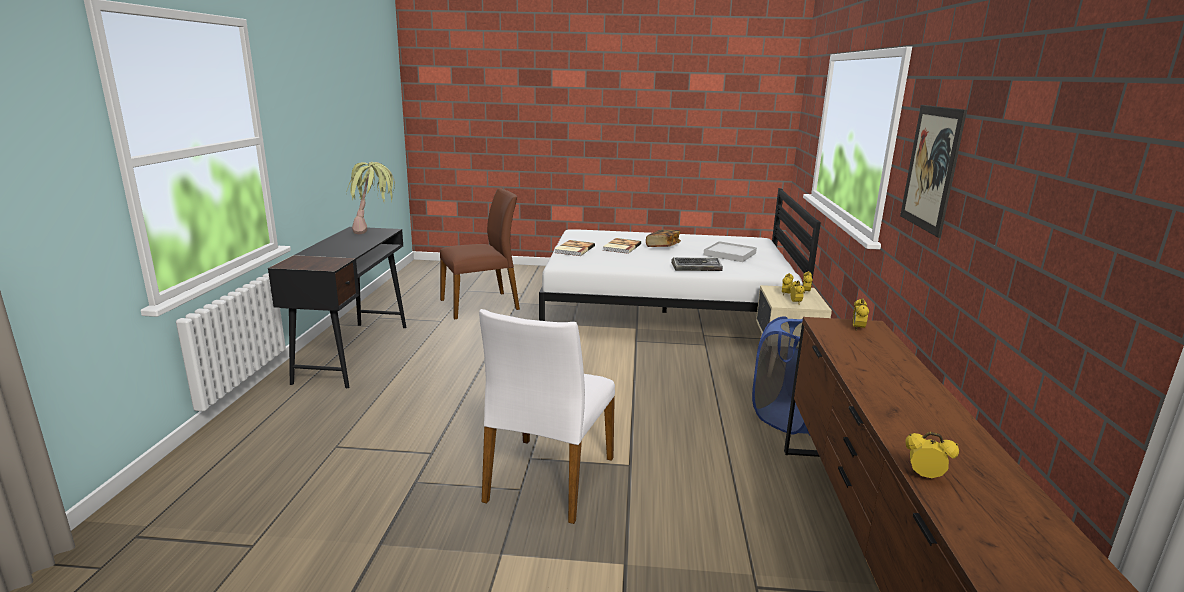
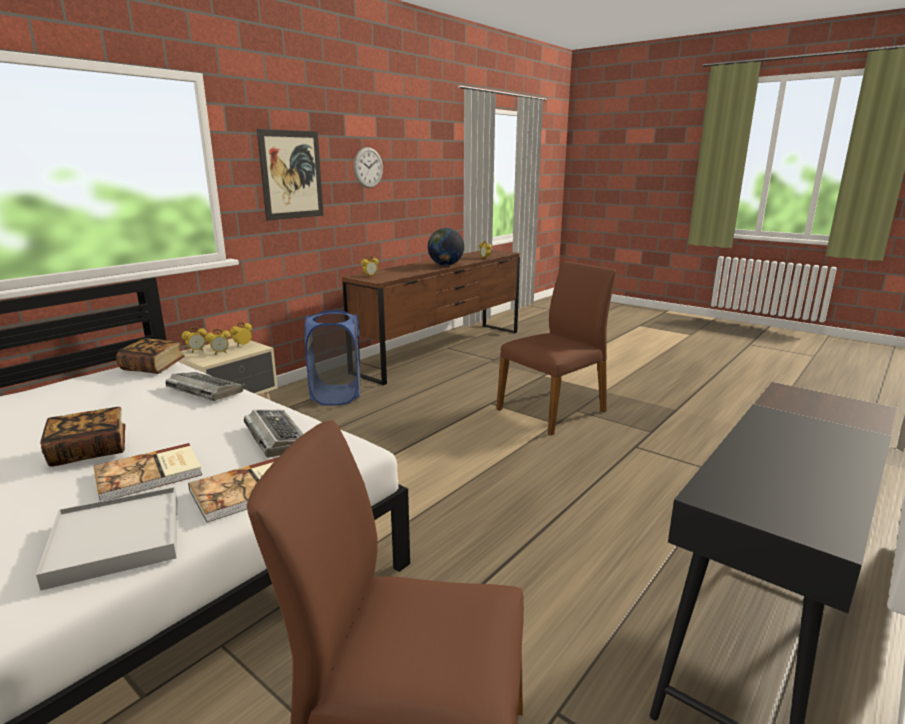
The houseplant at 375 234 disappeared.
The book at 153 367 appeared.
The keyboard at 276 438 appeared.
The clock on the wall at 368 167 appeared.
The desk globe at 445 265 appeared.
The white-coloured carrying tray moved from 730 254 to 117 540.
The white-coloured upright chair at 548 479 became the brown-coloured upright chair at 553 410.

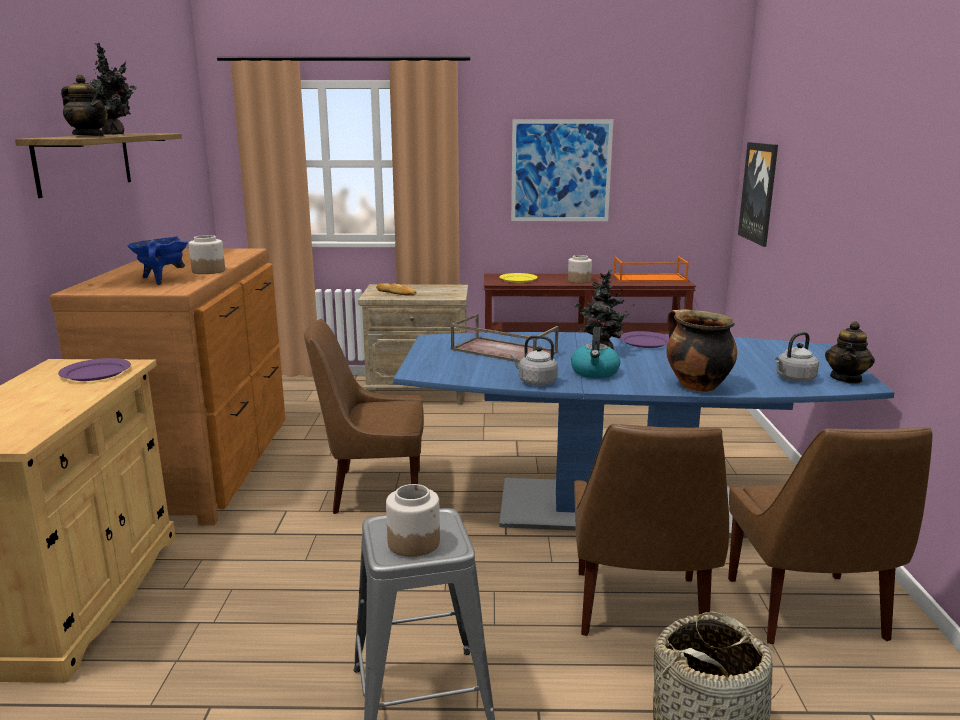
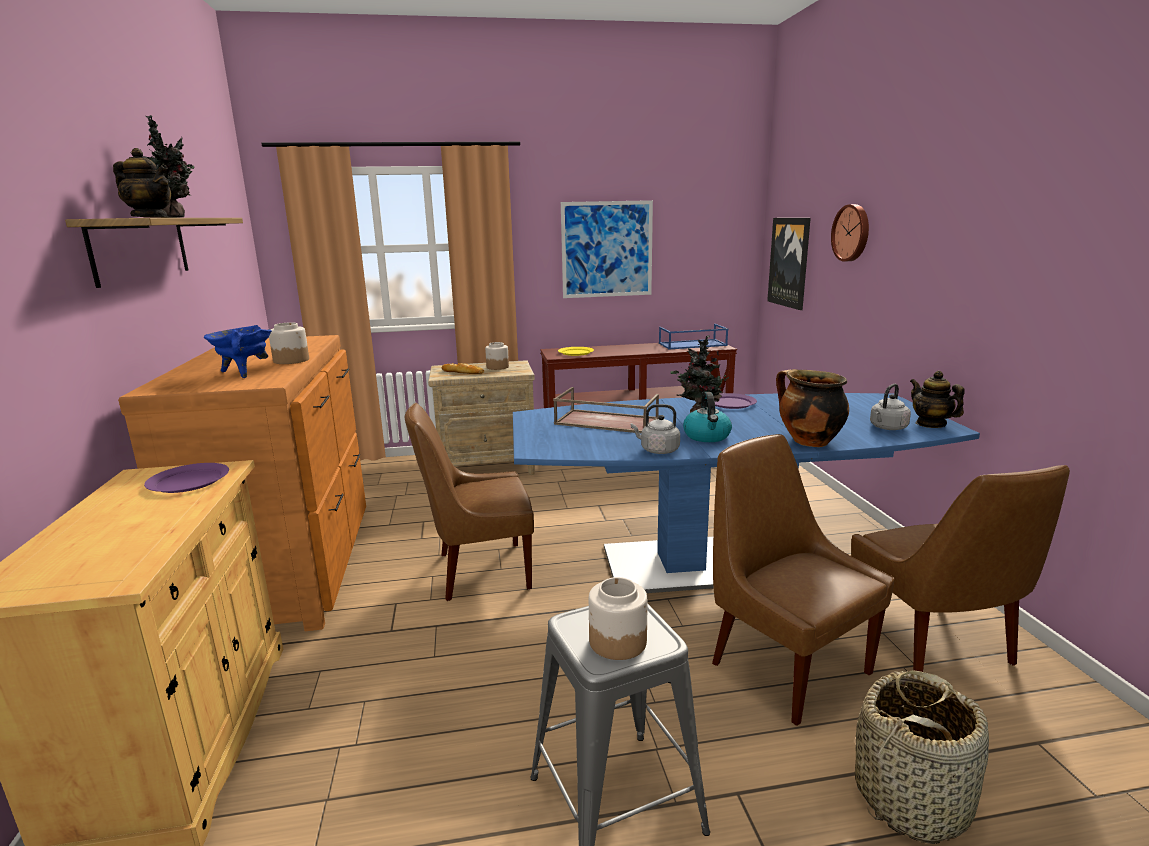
The clock on the wall at 852 233 appeared.
The preserve jar moved from 579 281 to 497 367.
The orangey carrying tray at 648 278 became the blue-coloured carrying tray at 692 344.
The brown-coloured upright chair at 639 609 turned 150 degrees clockwise.
The teapot at 846 379 turned 135 degrees clockwise.

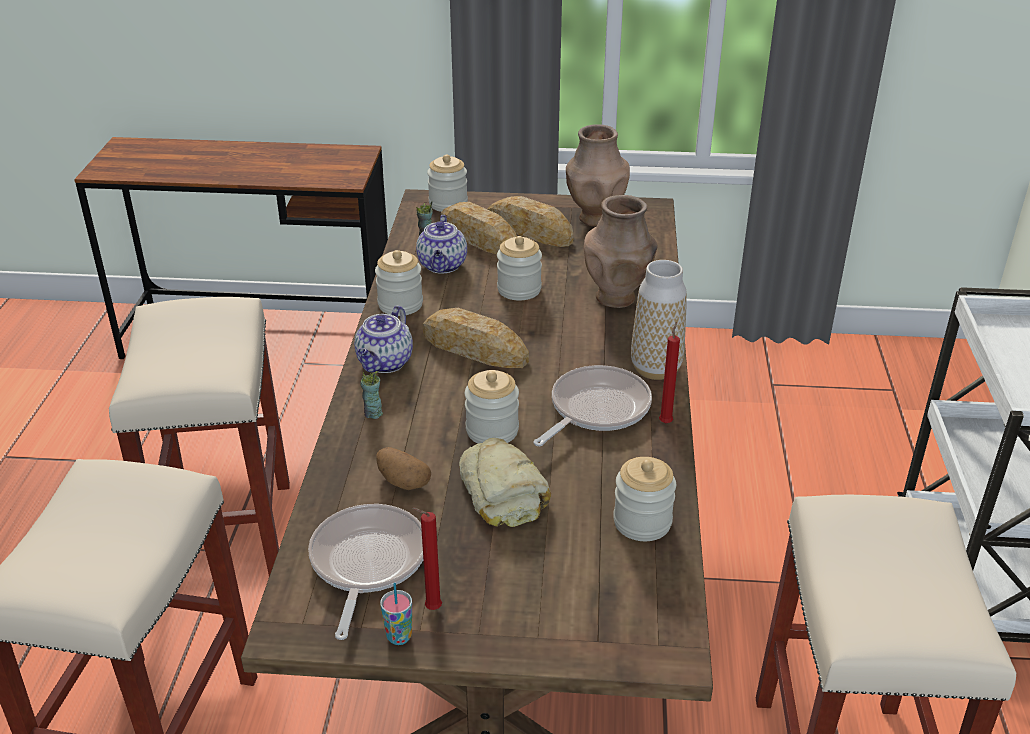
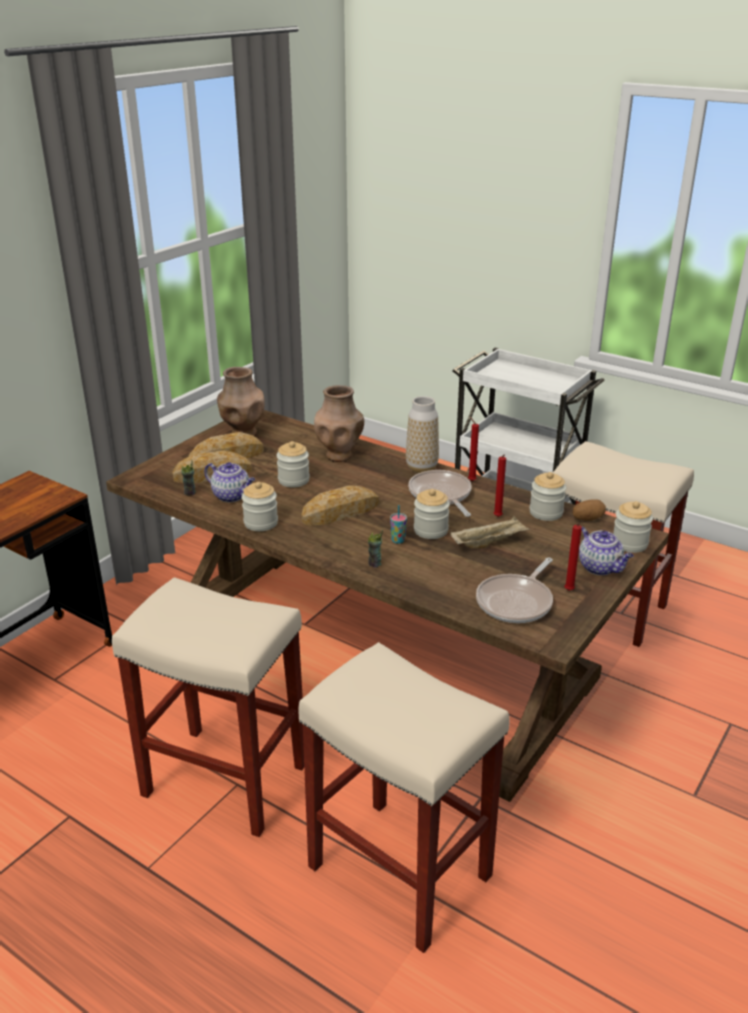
The red-coloured candle at 497 517 appeared.
The teapot moved from 385 363 to 600 567.
The potato moved from 402 481 to 587 519.
The drinking cup moved from 399 637 to 398 540.
The preserve jar moved from 448 204 to 629 543.
The bread at 503 492 was replaced by the beige carrying tray at 489 543.
The pan at 366 563 turned 90 degrees counterclockwise.

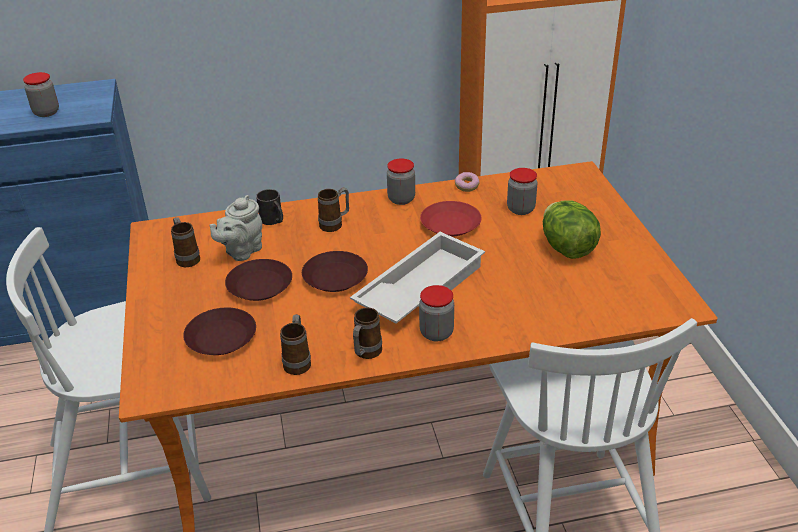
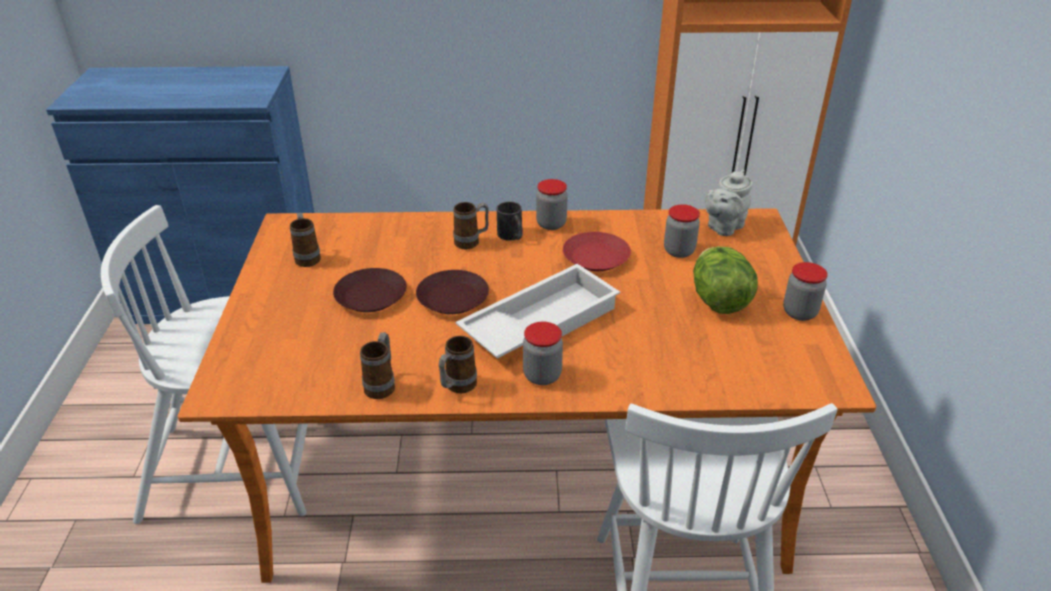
The brown-coloured plate at 222 337 disappeared.
The donut at 466 186 disappeared.
The preserve jar moved from 46 112 to 799 312.
The grey teapot moved from 241 251 to 723 227.
The black tea mug moved from 273 220 to 512 236.

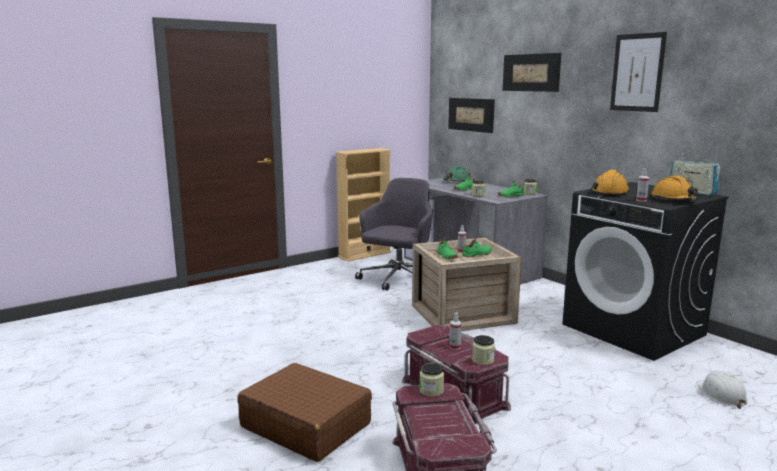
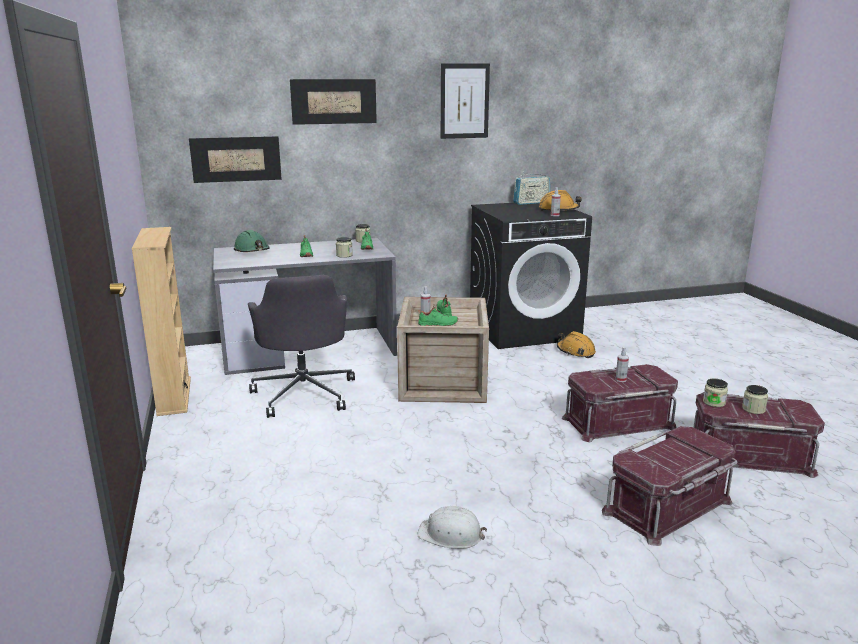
The preserve jar moved from 483 360 to 753 409.
The orangey work helmet moved from 610 192 to 575 352.
The white-coloured work helmet moved from 721 394 to 451 534.
The brown-coloured travel case at 305 425 was replaced by the red-coloured storage box at 668 507.
The grey office chair at 398 279 turned 150 degrees counterclockwise.

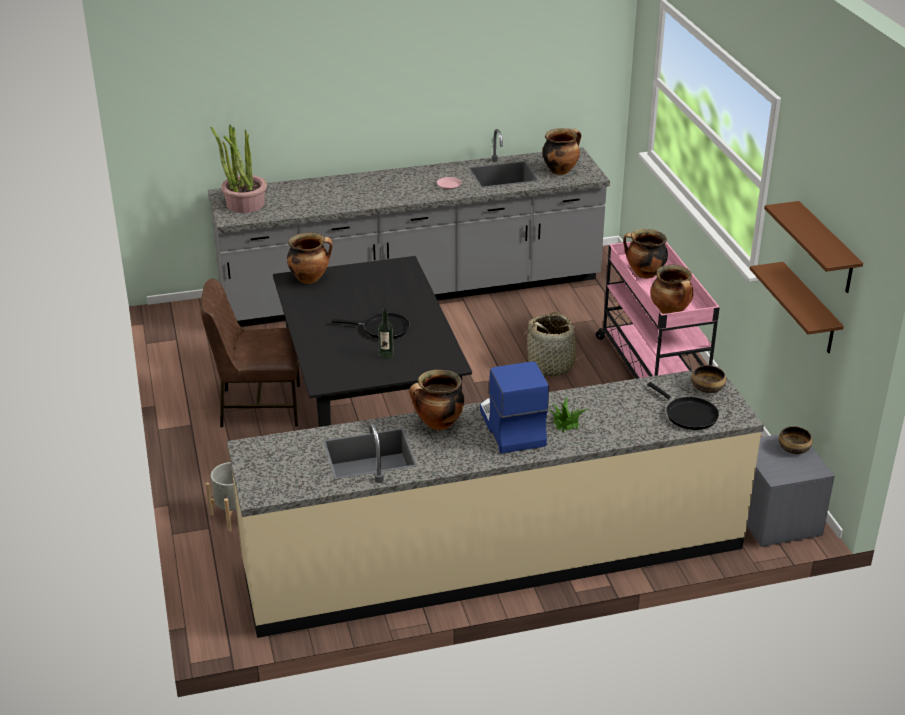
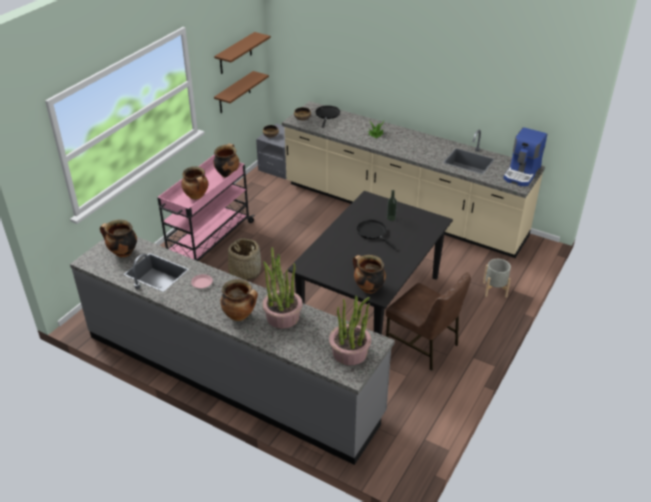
The houseplant at 282 316 appeared.
The stockpot moved from 438 424 to 240 315.
The coffee maker moved from 510 427 to 522 173.

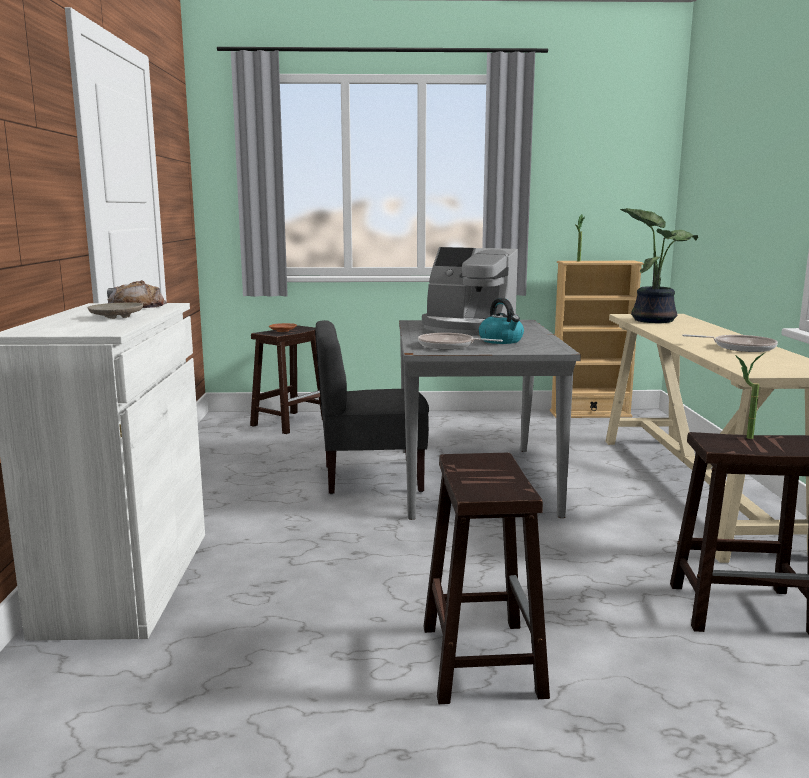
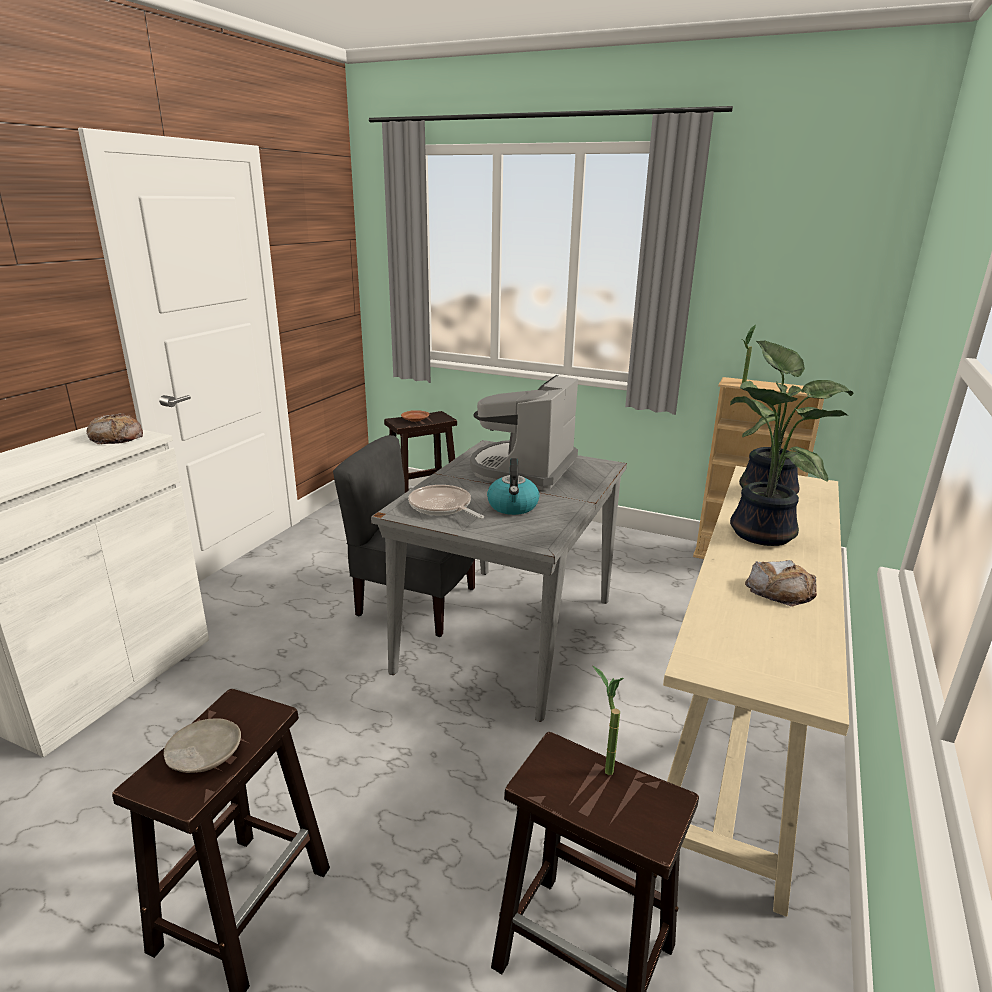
The houseplant at 757 533 appeared.
The beige plate moved from 116 317 to 204 755.
The pan at 740 348 was replaced by the bread at 780 590.
The coffee maker at 467 327 turned 60 degrees clockwise.

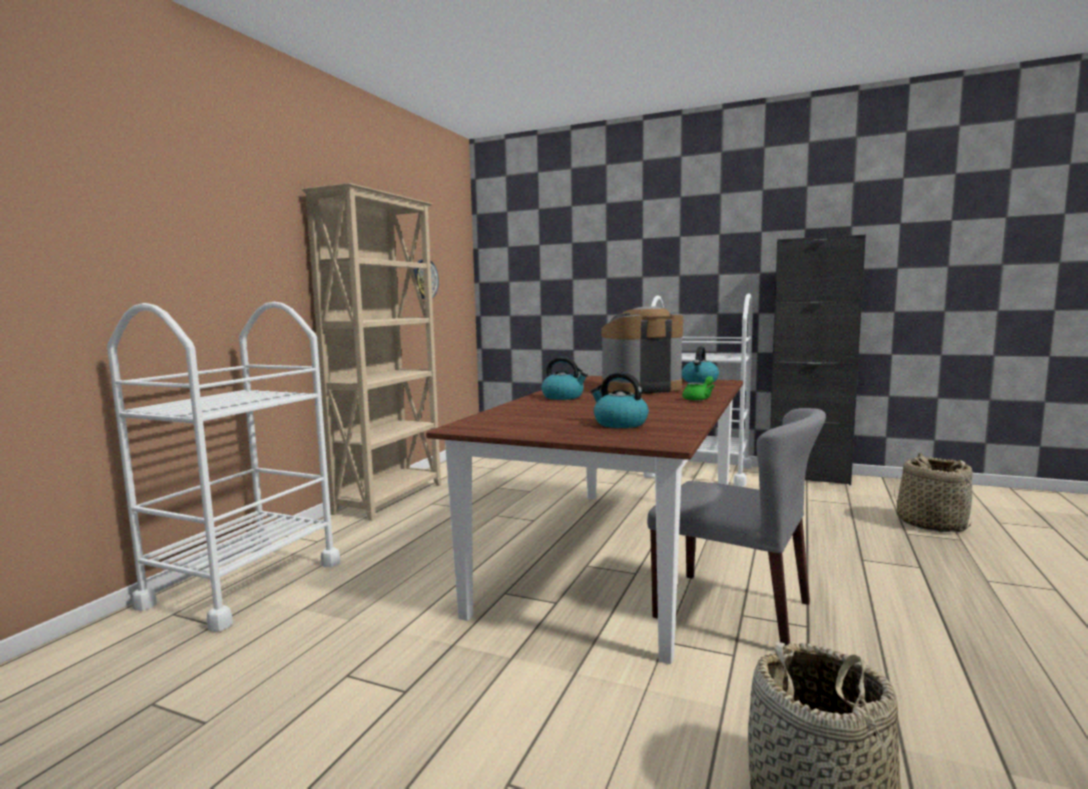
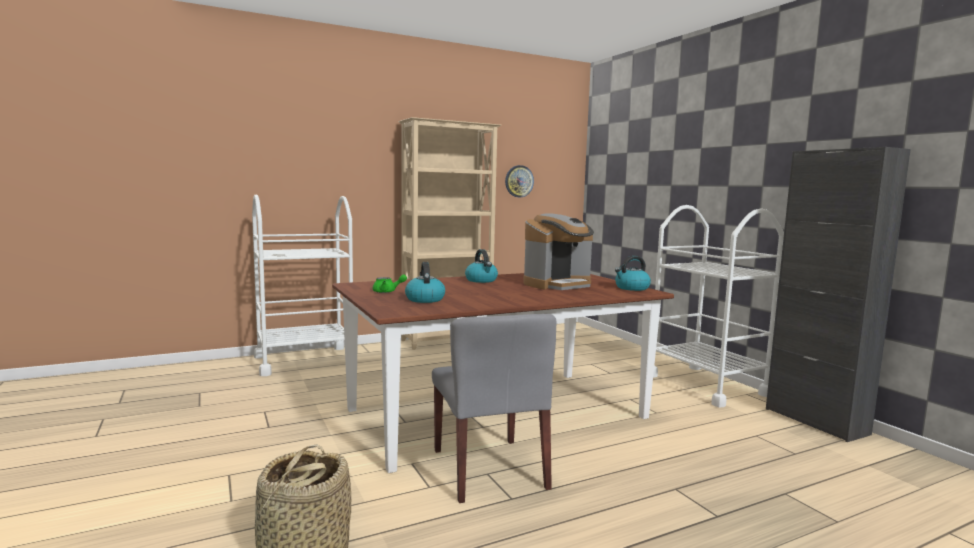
The basket at 930 523 disappeared.
The green teapot moved from 699 398 to 387 292.
The coffee maker at 641 388 turned 120 degrees clockwise.

